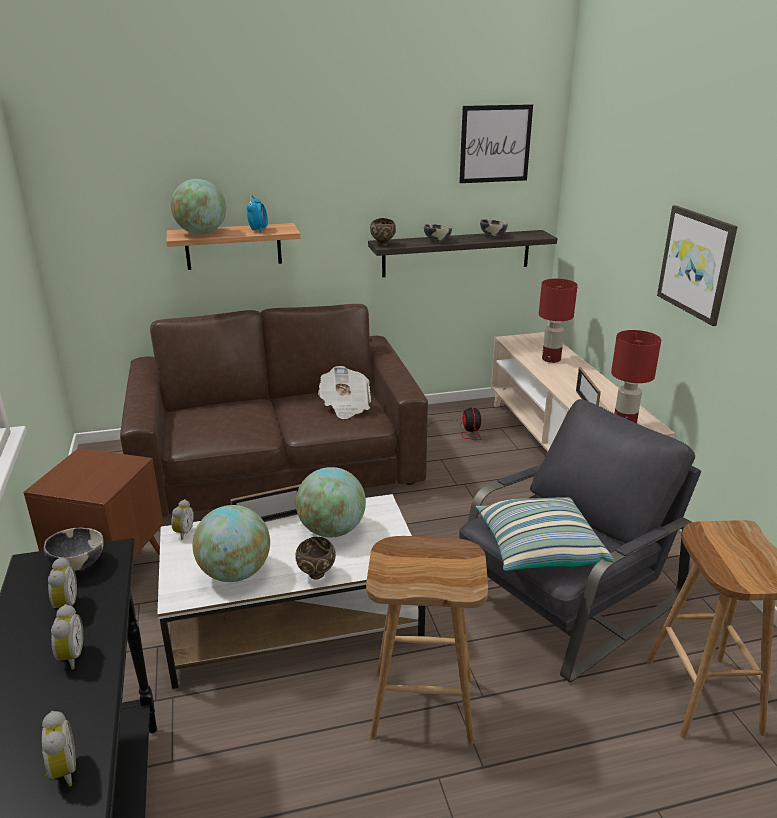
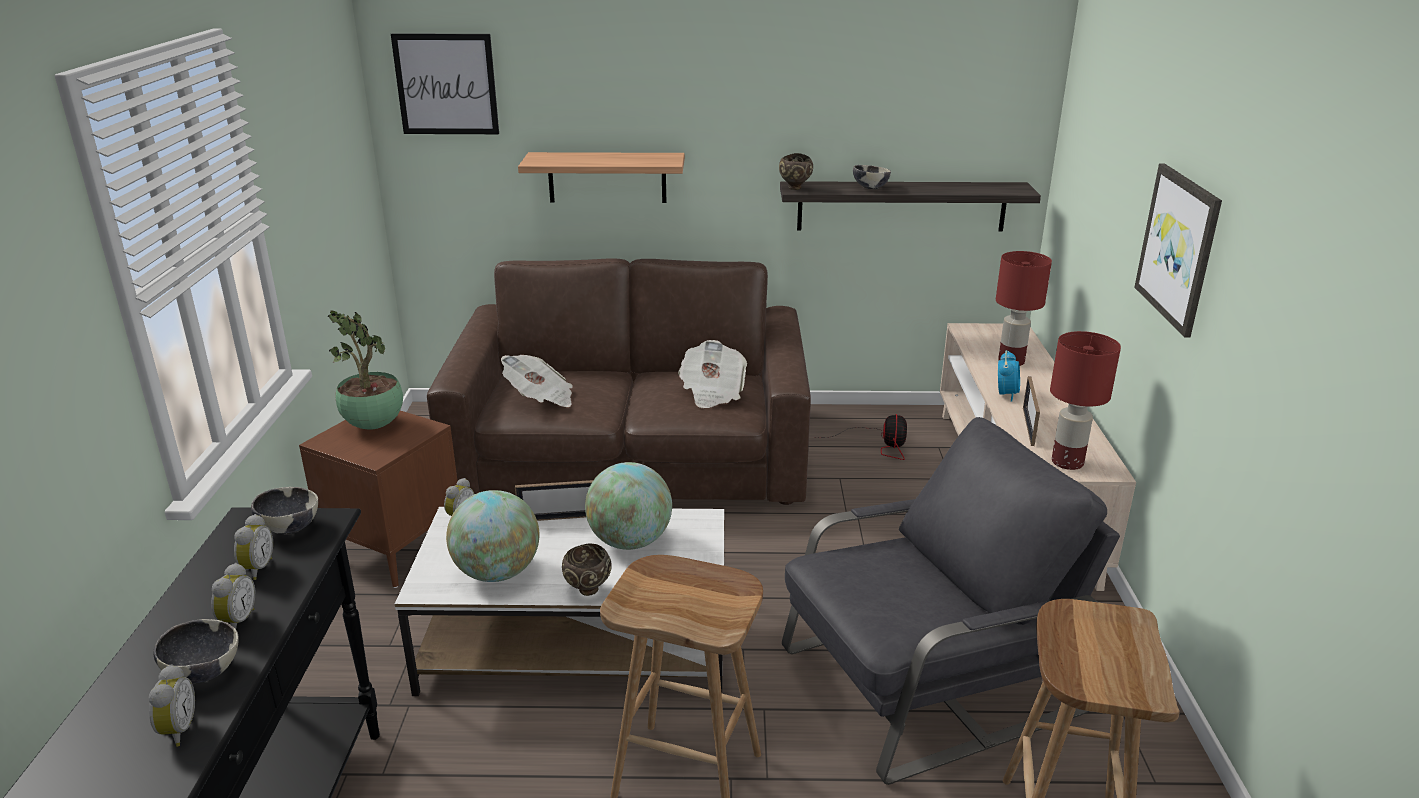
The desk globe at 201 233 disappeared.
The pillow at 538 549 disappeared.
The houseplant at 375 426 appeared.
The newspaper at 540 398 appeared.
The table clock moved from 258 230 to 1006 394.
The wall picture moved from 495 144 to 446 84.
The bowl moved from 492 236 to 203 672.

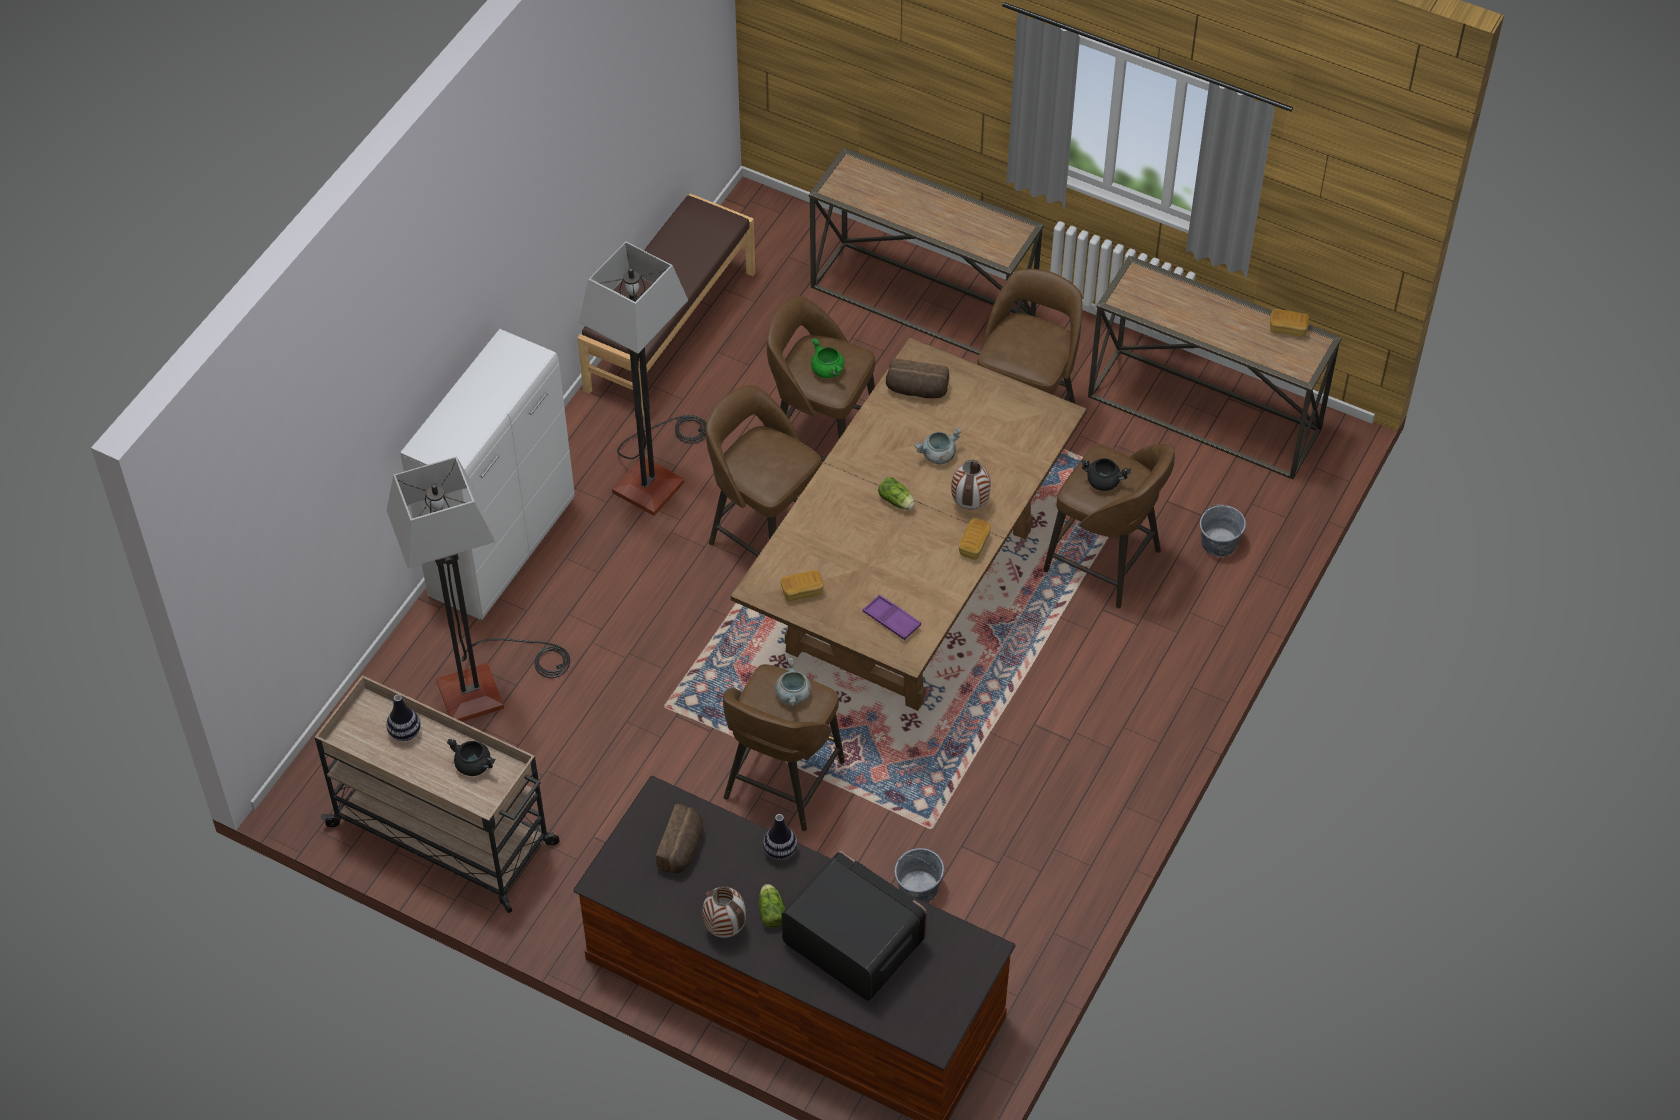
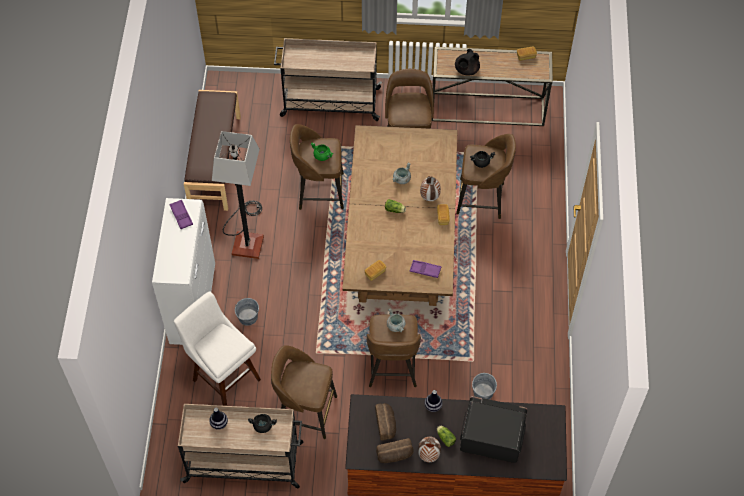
The purplish carrying tray at 181 215 appeared.
The black teapot at 466 70 appeared.
The brown-coloured stool moved from 766 536 to 305 411.
The bread moved from 916 390 to 395 456.
The grey water bucket moved from 1219 542 to 247 317.
The standing lamp at 487 684 was replaced by the white-coloured stool at 223 377.
The narrow table at 923 302 was replaced by the beige cart at 329 102.

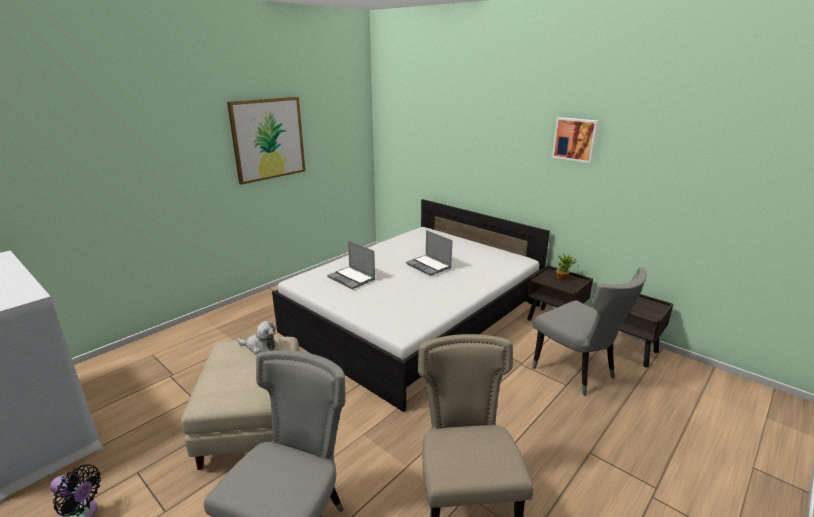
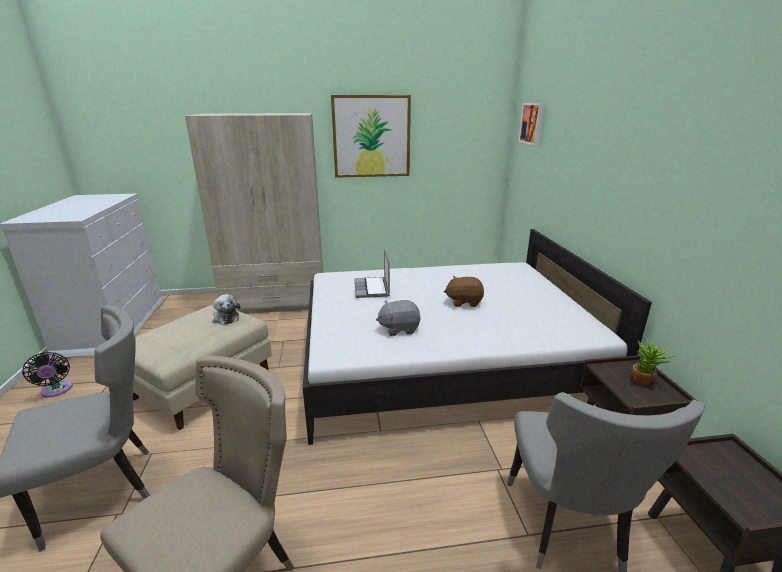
The beige wardrobe at 276 301 appeared.
The grey soft toy at 399 328 appeared.
The wall picture moved from 575 139 to 532 123.
The notebook computer at 429 266 was replaced by the brown-coloured soft toy at 464 302.

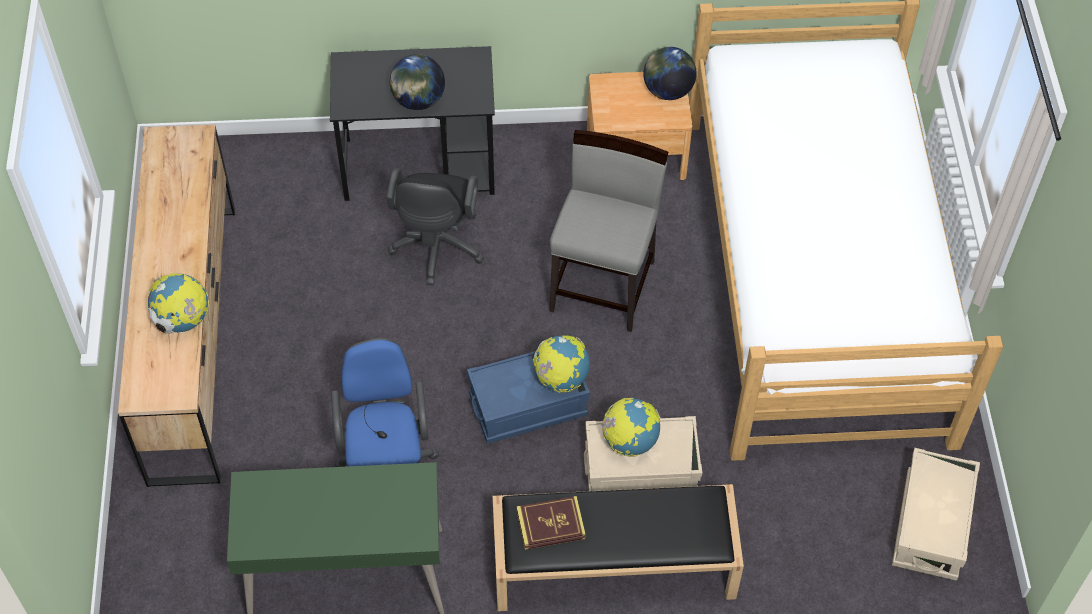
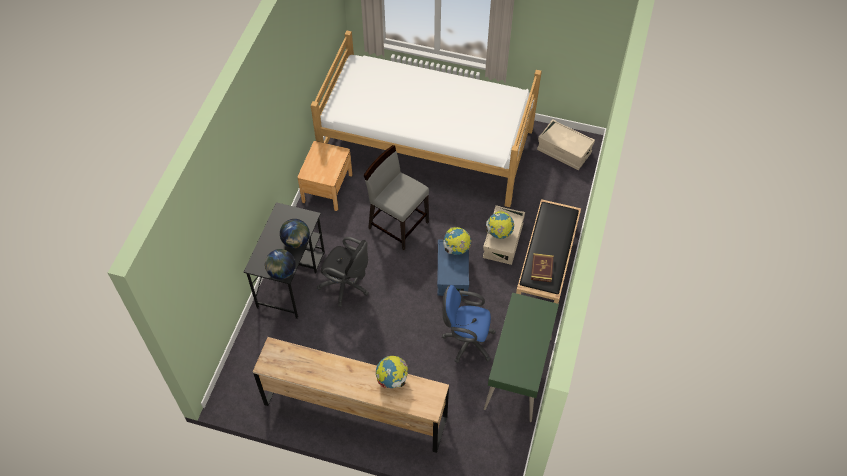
The desk globe moved from 667 90 to 281 272.

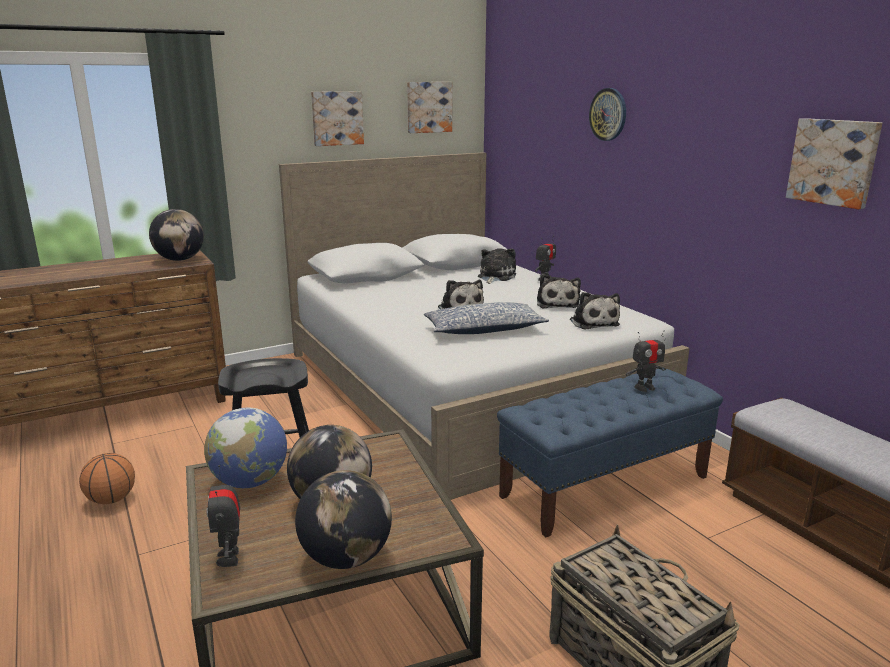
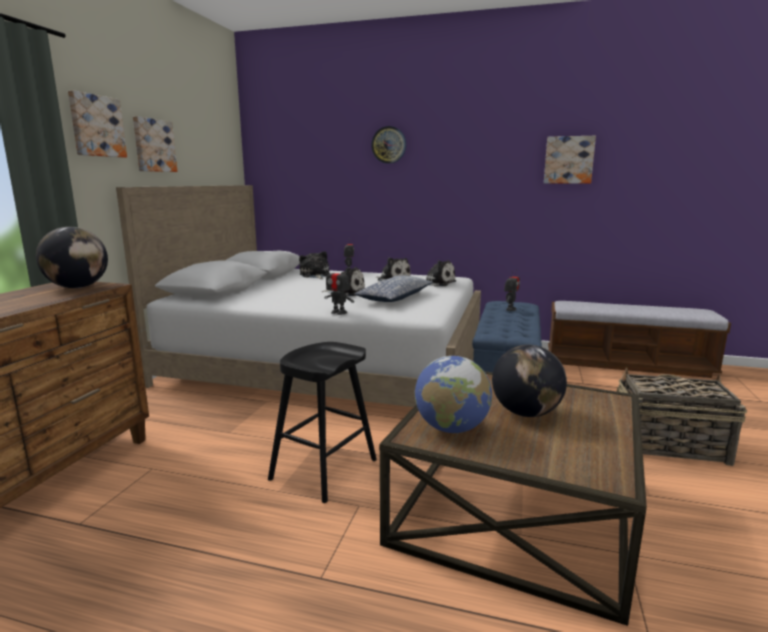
The basketball ball at 111 500 disappeared.
The desk globe at 346 558 disappeared.
The toy robot moved from 229 557 to 338 312.
The wall picture moved from 428 107 to 96 126.

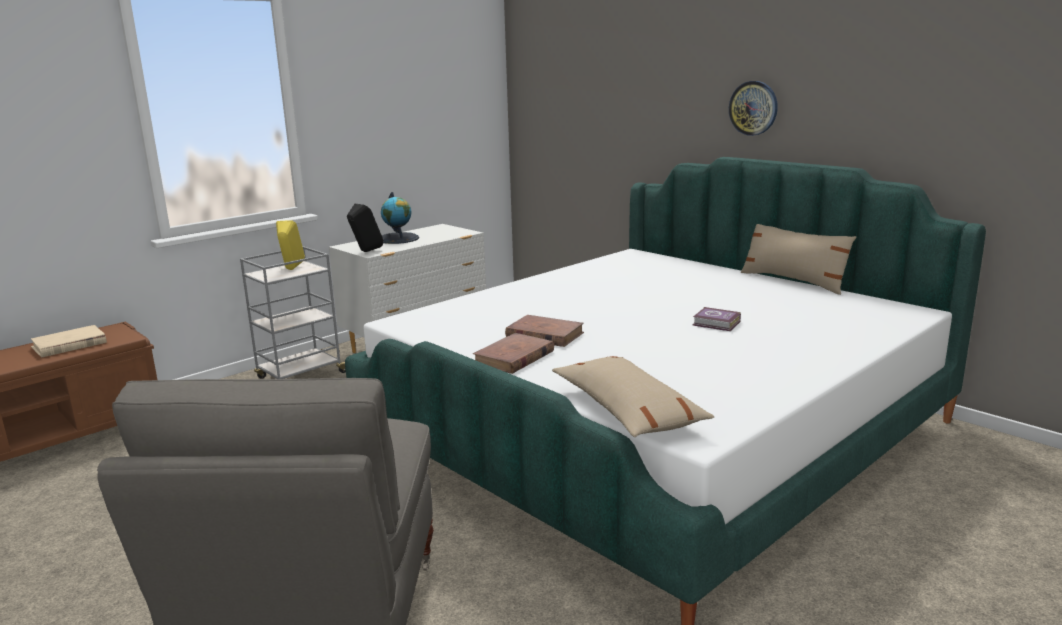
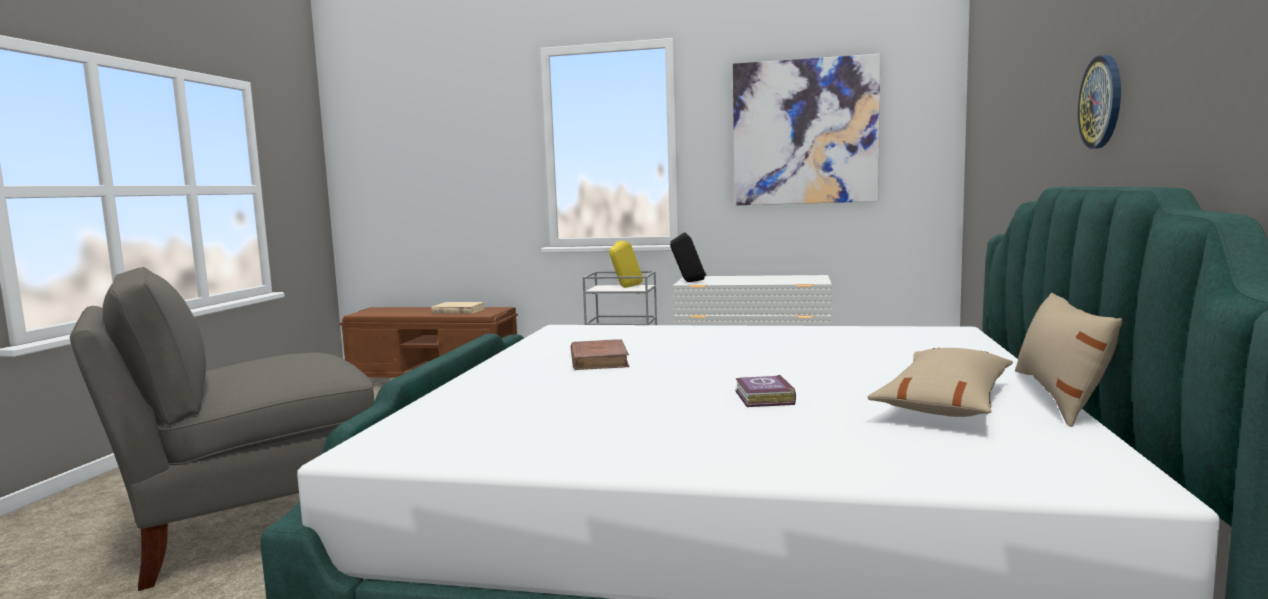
The desk globe at 398 238 disappeared.
The brown-coloured book at 513 358 disappeared.
The wall picture at 805 132 appeared.
The beige pillow moved from 627 410 to 946 402.

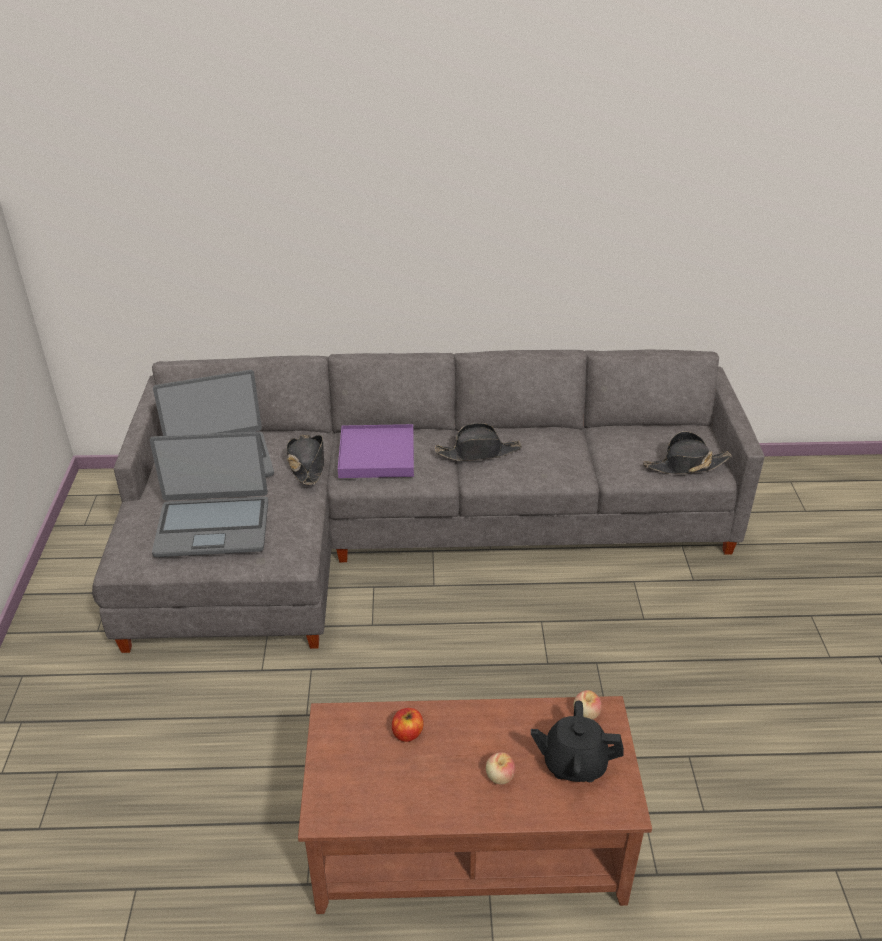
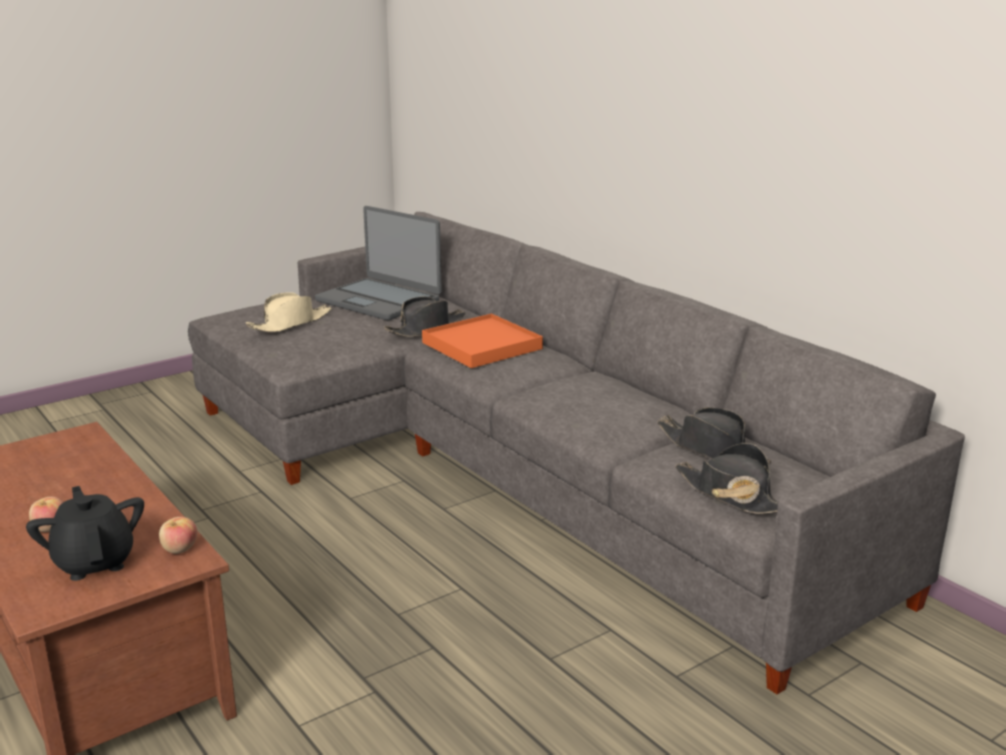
The whole apple at 407 733 disappeared.
The black wearable hat moved from 478 452 to 712 450.
The notebook computer at 213 526 was replaced by the beige wearable hat at 290 323.
The purplish carrying tray at 376 455 became the orangey carrying tray at 482 345.

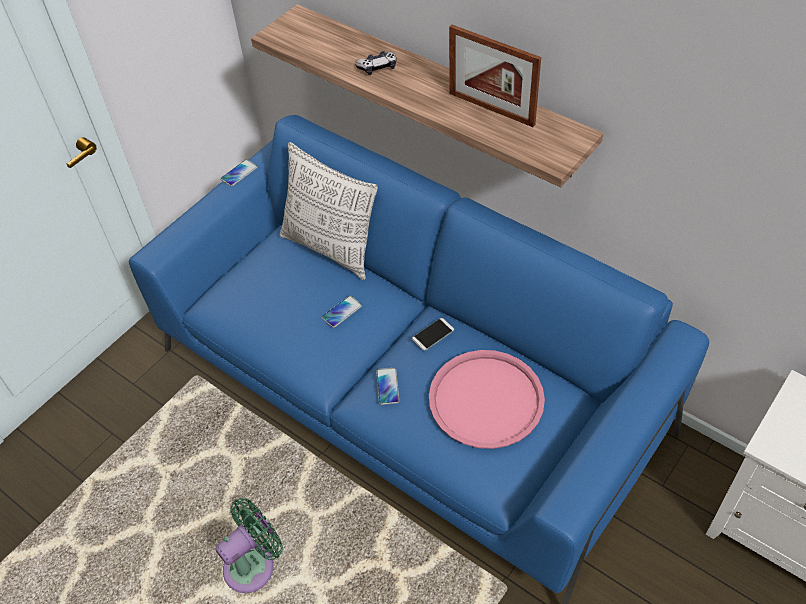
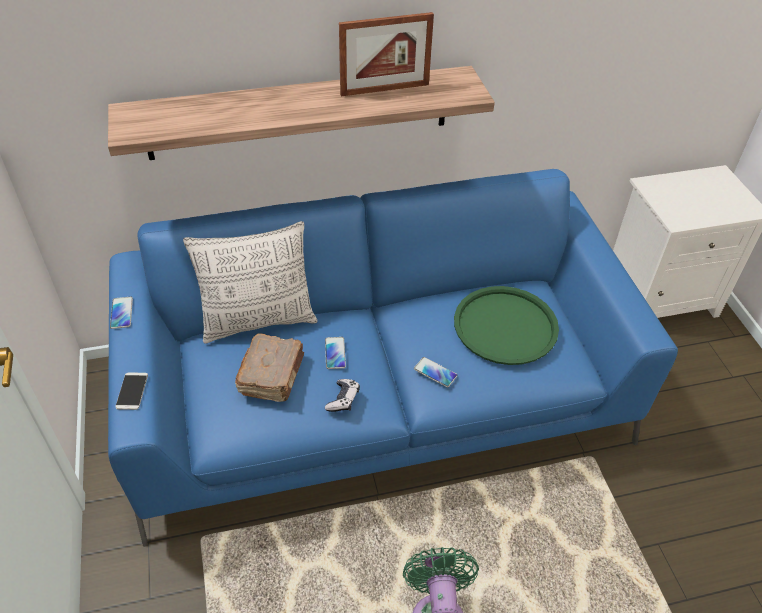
The brown-coloured book at 272 375 appeared.
The game controller moved from 377 67 to 343 399.
The handset moved from 433 334 to 132 391.
The pinkish carrying tray at 486 399 became the green carrying tray at 505 326.

